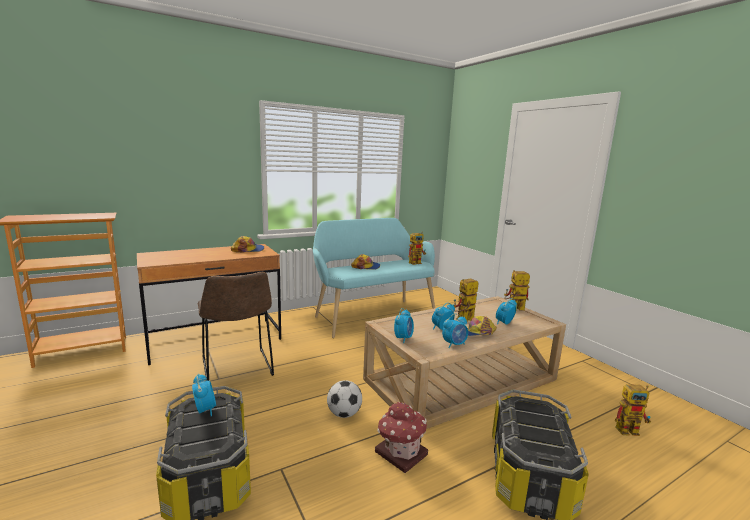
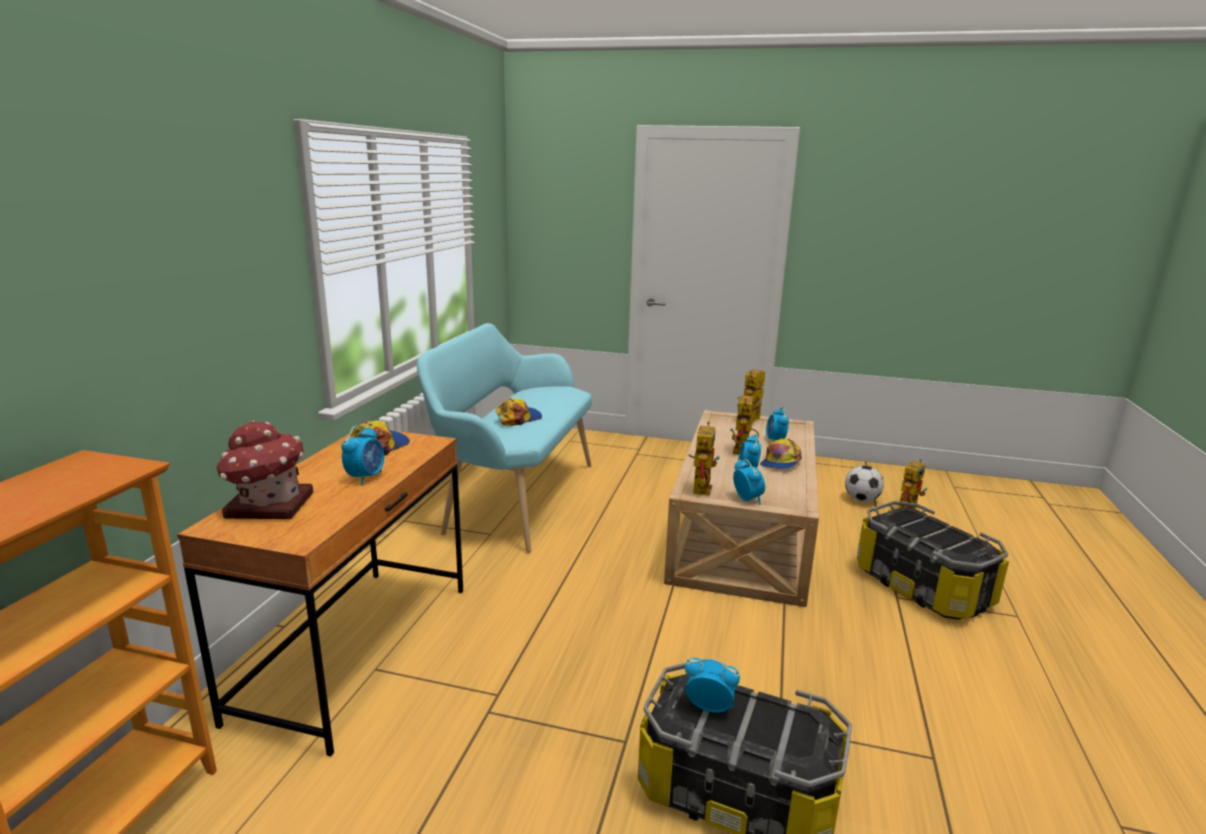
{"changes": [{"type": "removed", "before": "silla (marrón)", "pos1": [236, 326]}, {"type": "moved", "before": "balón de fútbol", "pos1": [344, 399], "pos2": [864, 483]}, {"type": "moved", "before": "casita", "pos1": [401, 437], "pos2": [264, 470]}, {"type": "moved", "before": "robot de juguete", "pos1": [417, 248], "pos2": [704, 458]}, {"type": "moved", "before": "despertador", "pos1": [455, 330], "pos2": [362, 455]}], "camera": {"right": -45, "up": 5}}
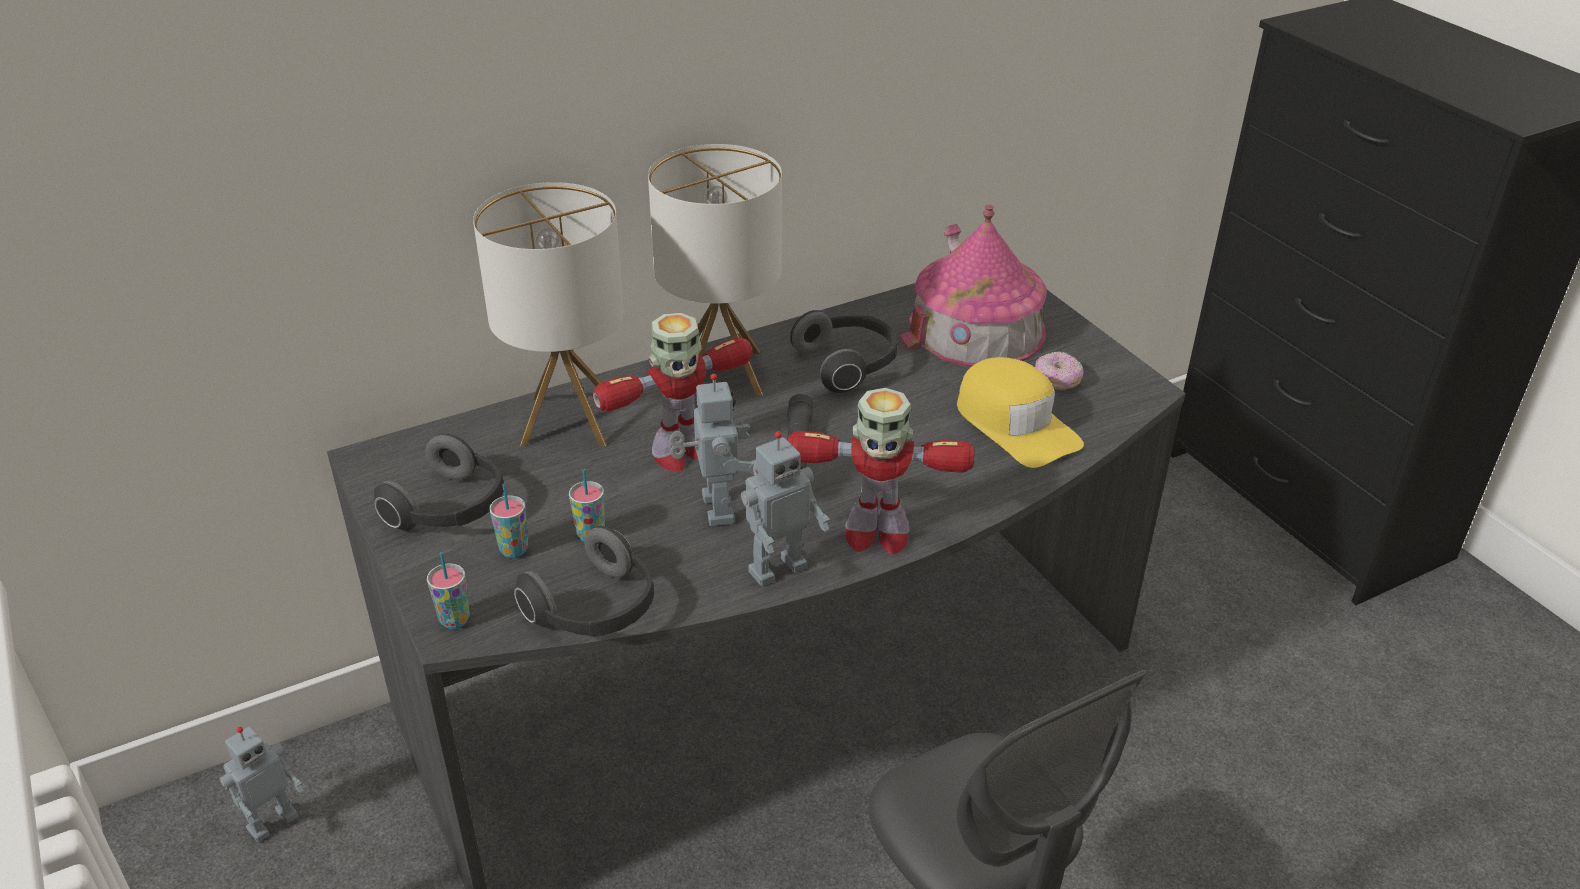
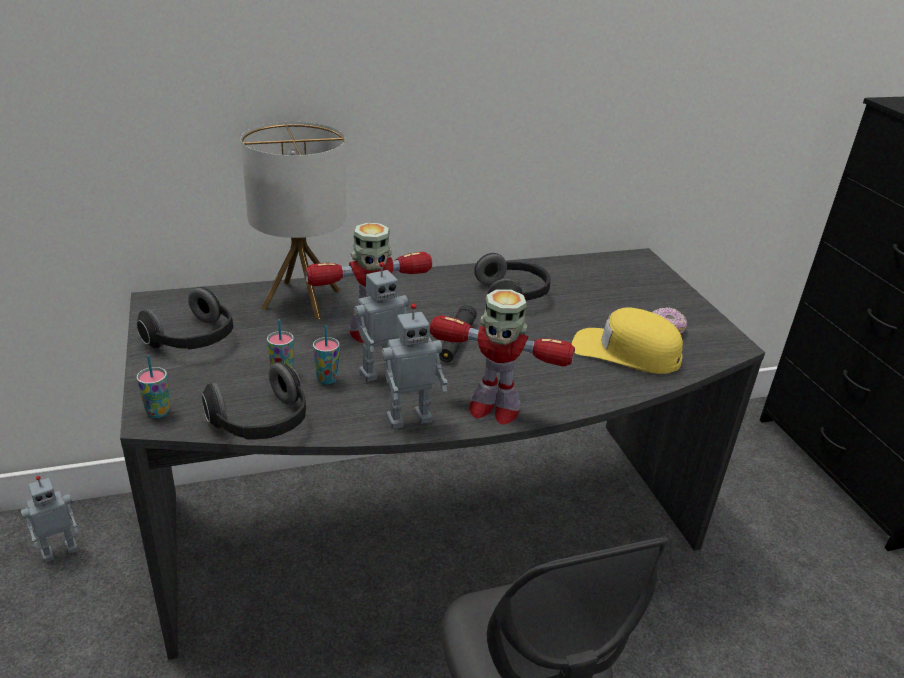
{"changes": [{"type": "removed", "before": "lámpara de mesa", "pos1": [715, 270]}, {"type": "removed", "before": "casita", "pos1": [973, 286]}, {"type": "moved", "before": "taza", "pos1": [508, 520], "pos2": [326, 355]}, {"type": "turned", "before": "robot de juguete", "pos1": [713, 449], "pos2": [381, 322], "turn": 60}, {"type": "turned", "before": "gorra (amarillo)", "pos1": [1020, 412], "pos2": [627, 340], "turn": 135}], "camera": {"right": 10, "up": -5}}
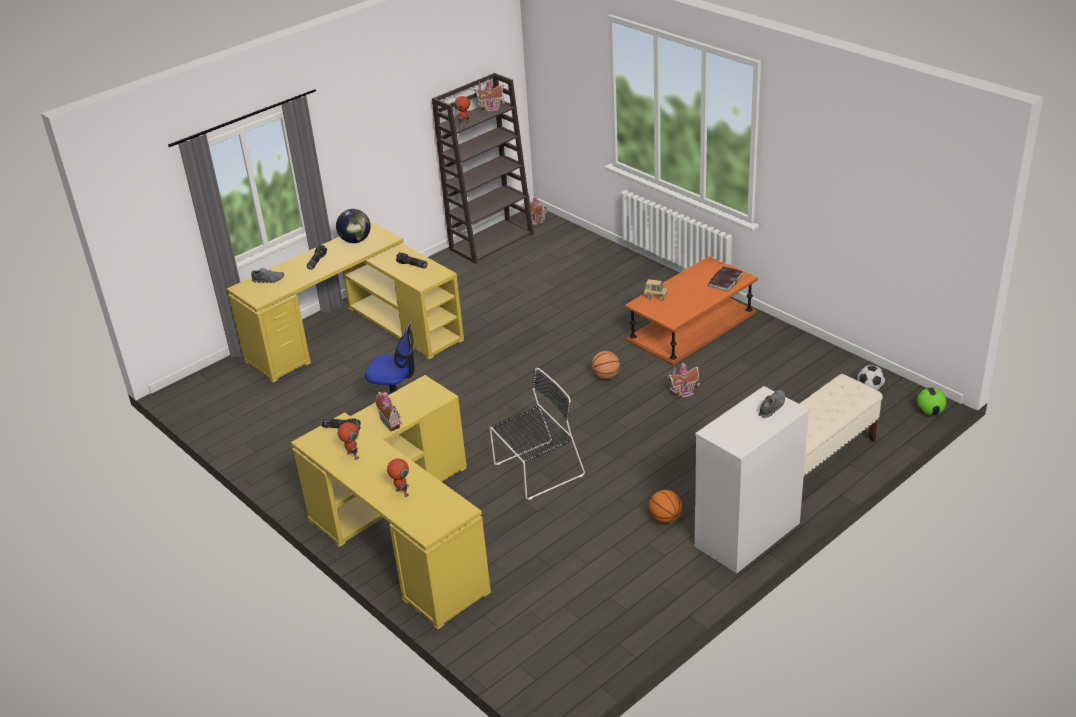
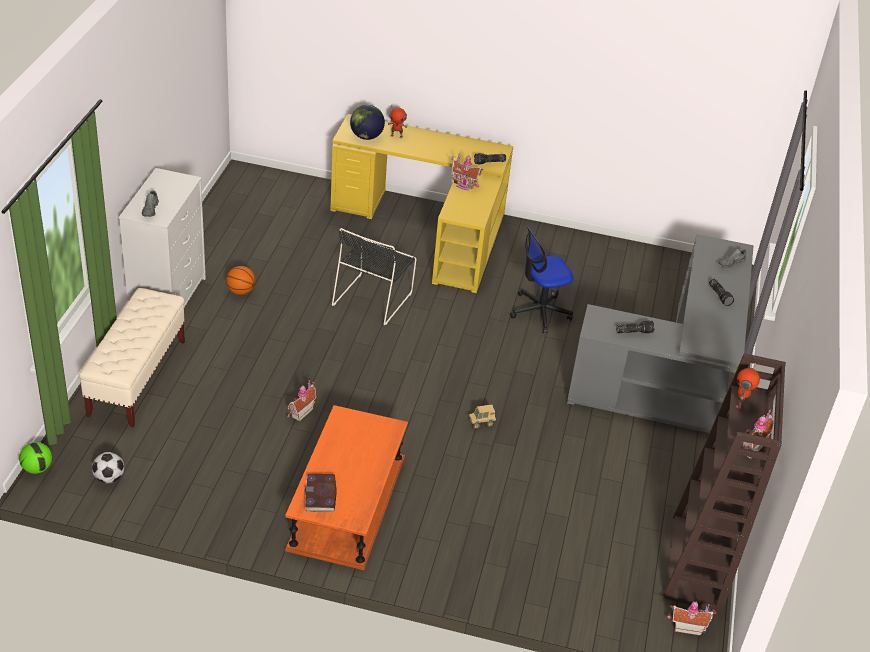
{"changes": [{"type": "removed", "before": "robot de juguete", "pos1": [348, 441]}, {"type": "removed", "before": "balón de baloncesto", "pos1": [605, 365]}, {"type": "moved", "before": "globo terráqueo", "pos1": [353, 226], "pos2": [367, 122]}, {"type": "moved", "before": "camión de juguete", "pos1": [656, 290], "pos2": [482, 416]}, {"type": "recoloured", "before": "escritorio (amarillo)", "after": "escritorio (gris)", "pos1": [345, 302], "pos2": [660, 333]}], "camera": {"right": 140, "up": 5}}
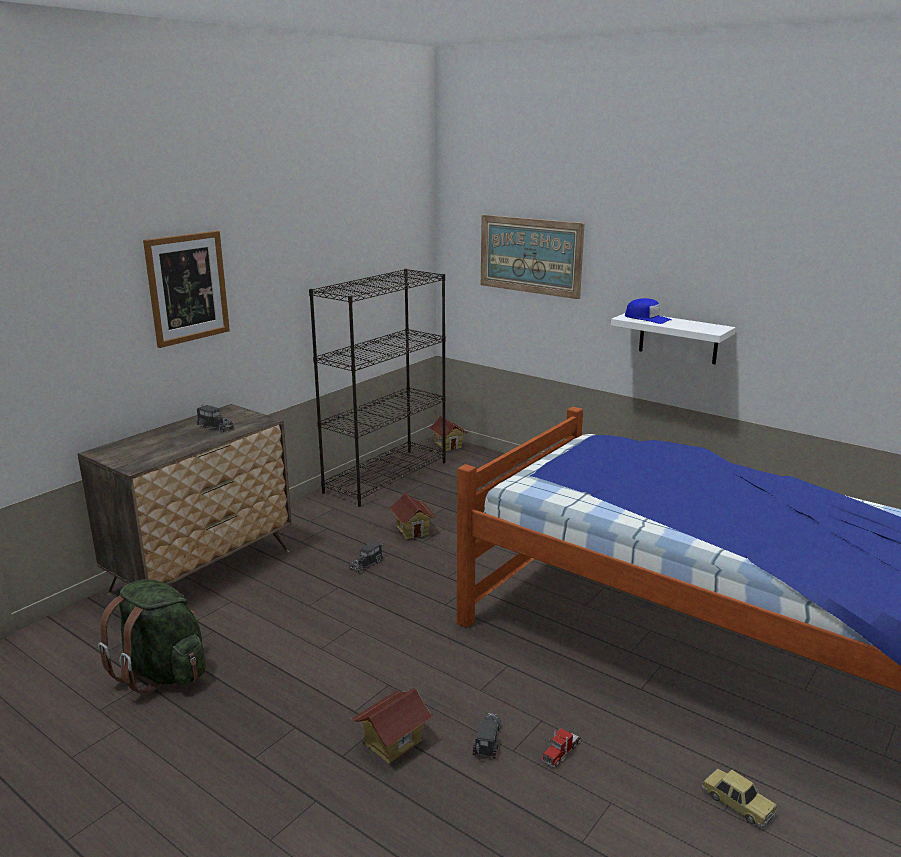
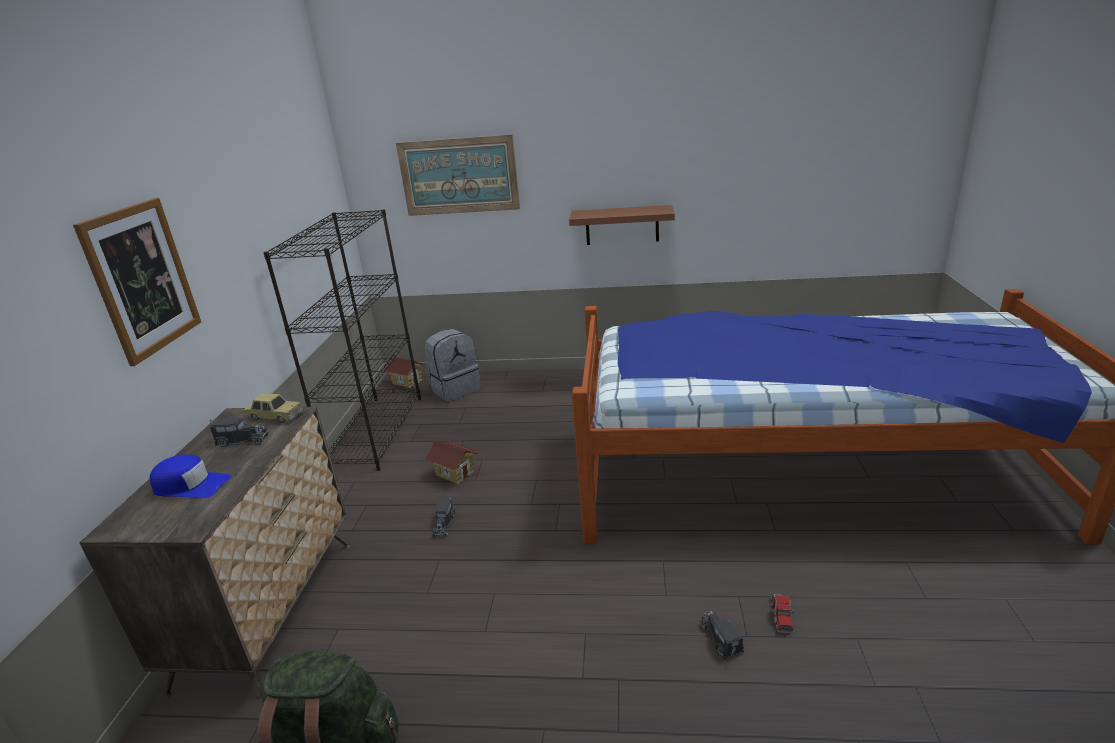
{"changes": [{"type": "removed", "before": "casita", "pos1": [393, 726]}, {"type": "added", "after": "mochila (gris)", "pos2": [453, 365]}, {"type": "moved", "before": "gorra (azul)", "pos1": [648, 311], "pos2": [190, 476]}, {"type": "moved", "before": "coche de juguete", "pos1": [739, 798], "pos2": [273, 408]}, {"type": "recoloured", "before": "estante (blanco)", "after": "estante (marrón)", "pos1": [673, 338], "pos2": [622, 225]}], "camera": {"right": -30, "up": 5}}
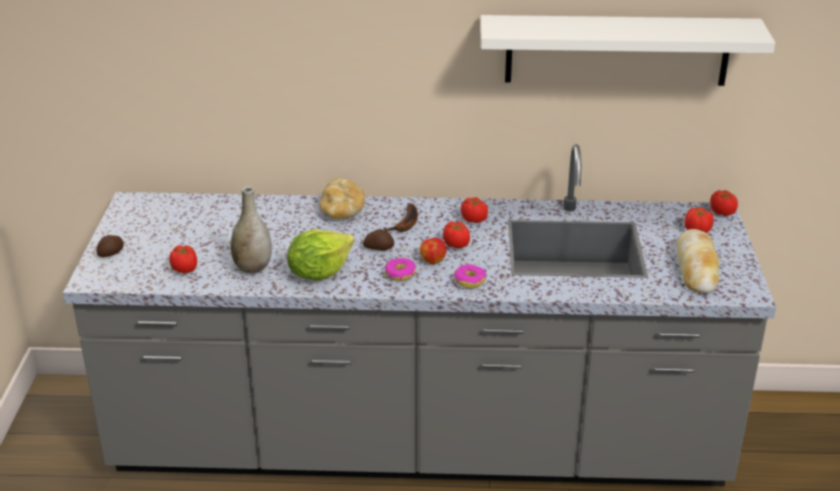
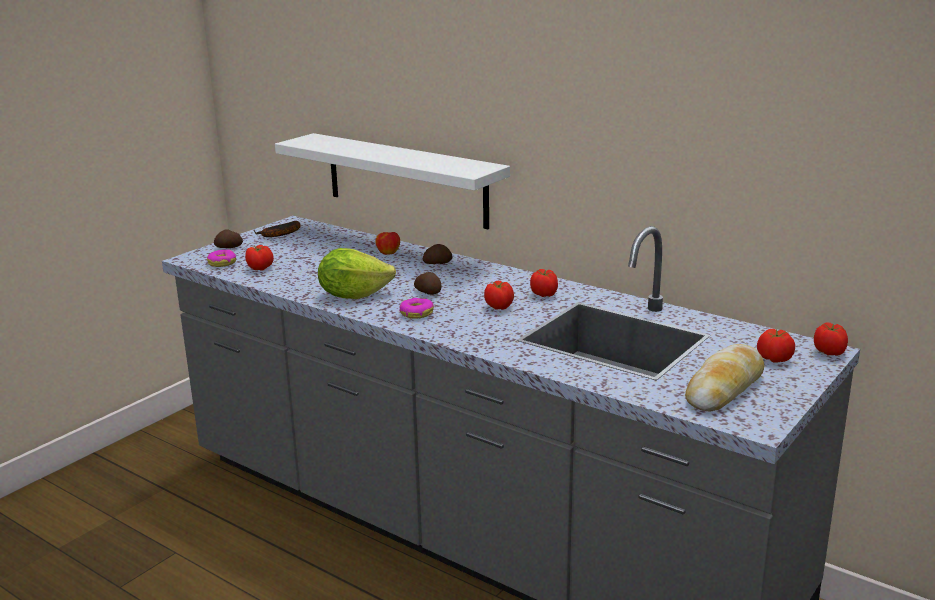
{"changes": [{"type": "removed", "before": "florero (gris)", "pos1": [251, 230]}, {"type": "moved", "before": "plátano", "pos1": [401, 217], "pos2": [277, 229]}, {"type": "moved", "before": "manzana", "pos1": [433, 251], "pos2": [387, 243]}, {"type": "moved", "before": "rosquilla", "pos1": [470, 276], "pos2": [221, 258]}, {"type": "moved", "before": "estante (blanco)", "pos1": [627, 50], "pos2": [392, 181]}, {"type": "replaced", "before": "pan", "after": "patata", "pos1": [342, 198], "pos2": [438, 254]}], "camera": {"right": 35, "up": -10}}
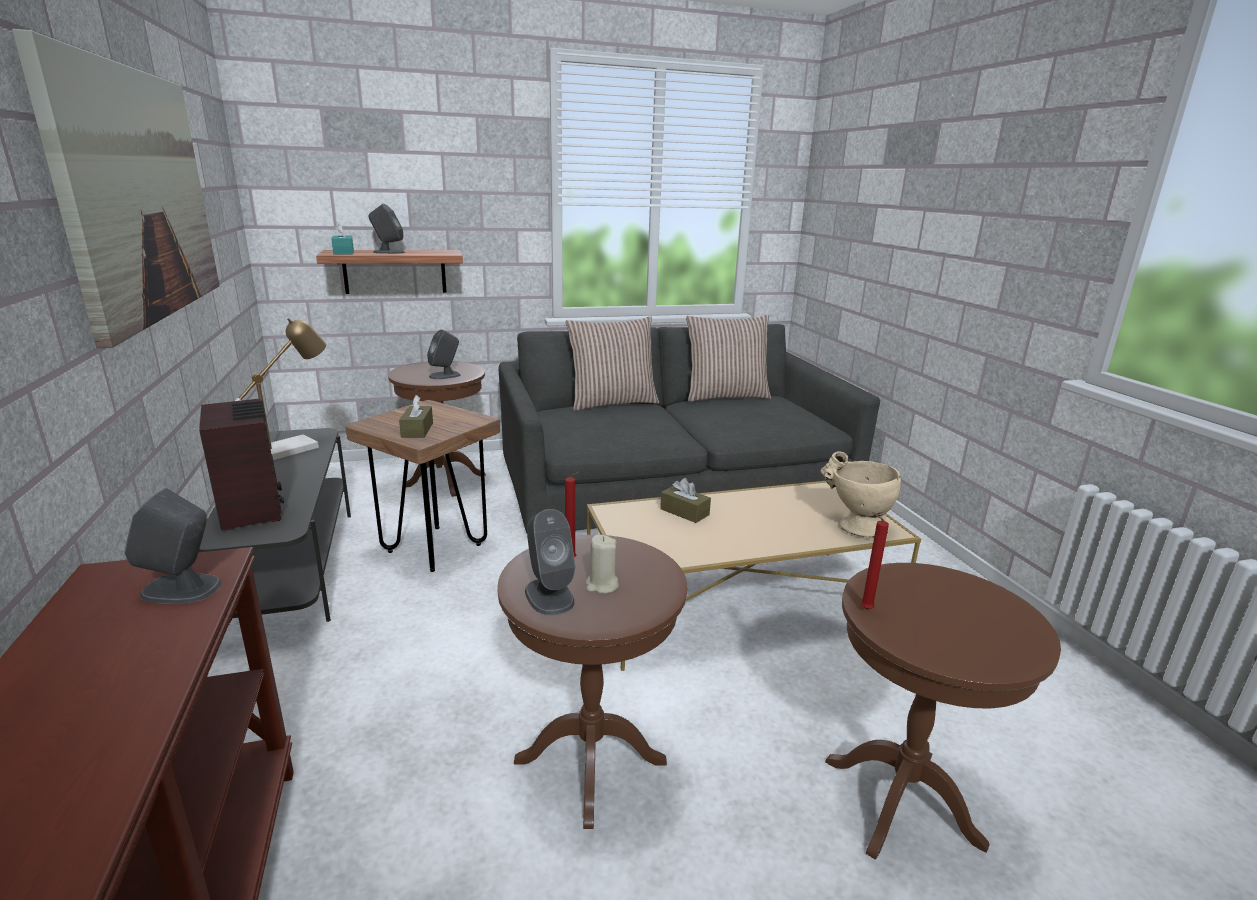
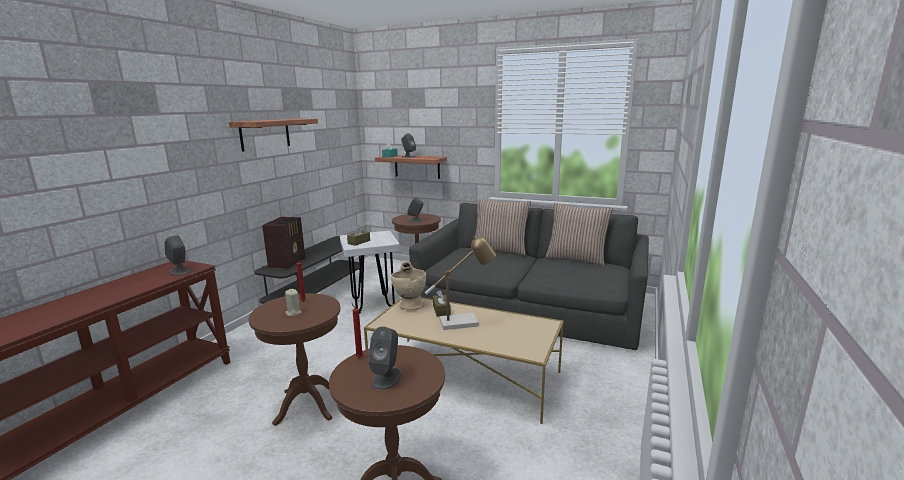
{"changes": [{"type": "moved", "before": "lámpara de mesa", "pos1": [280, 389], "pos2": [460, 283]}, {"type": "moved", "before": "altavoz (gris)", "pos1": [550, 562], "pos2": [385, 358]}, {"type": "moved", "before": "florero (beis)", "pos1": [861, 494], "pos2": [408, 286]}, {"type": "replaced", "before": "cuadro", "after": "estante", "pos1": [116, 188], "pos2": [273, 135]}, {"type": "recoloured", "before": "taburete (marrón)", "after": "taburete (blanco)", "pos1": [422, 486], "pos2": [370, 272]}], "camera": {"right": 40, "up": -5}}
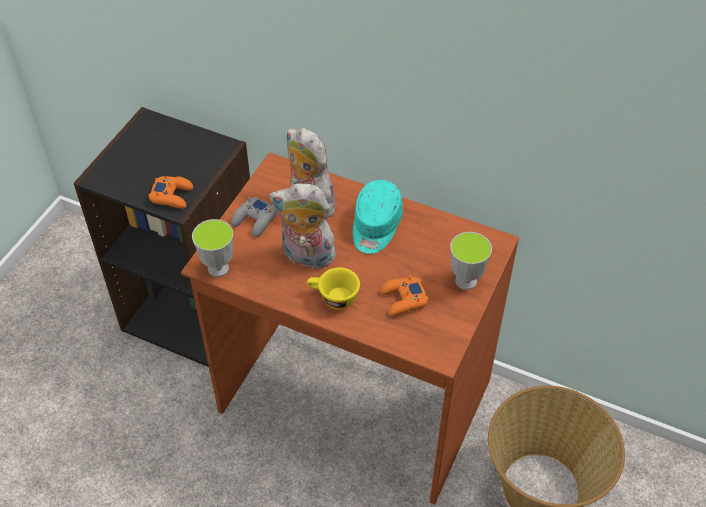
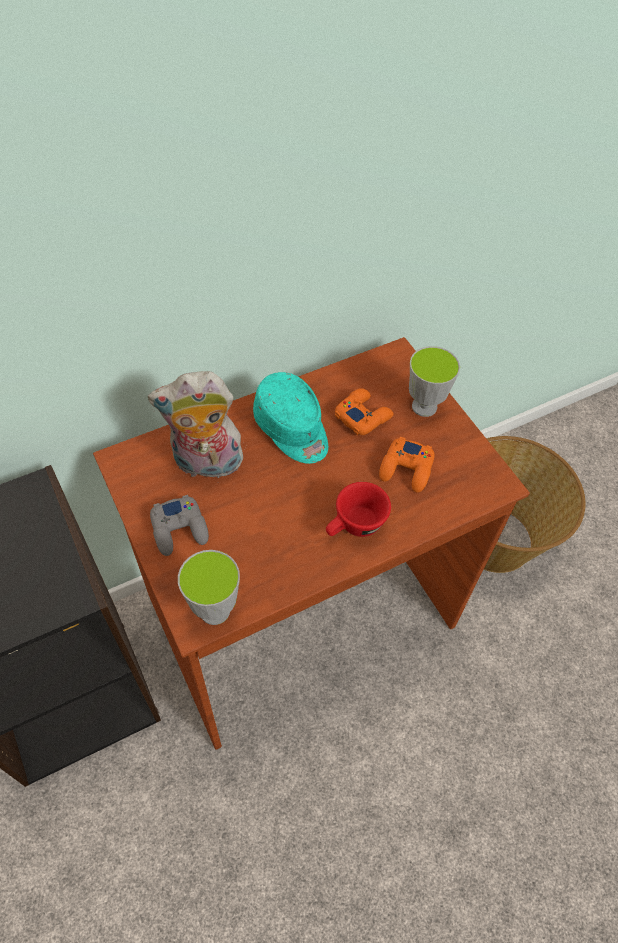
{"changes": [{"type": "removed", "before": "peluche", "pos1": [302, 226]}, {"type": "moved", "before": "mando de consola (naranja)", "pos1": [171, 192], "pos2": [364, 411]}, {"type": "recoloured", "before": "taza (amarillo)", "after": "taza (rojo)", "pos1": [333, 288], "pos2": [358, 509]}], "camera": {"right": -55, "up": 5}}
